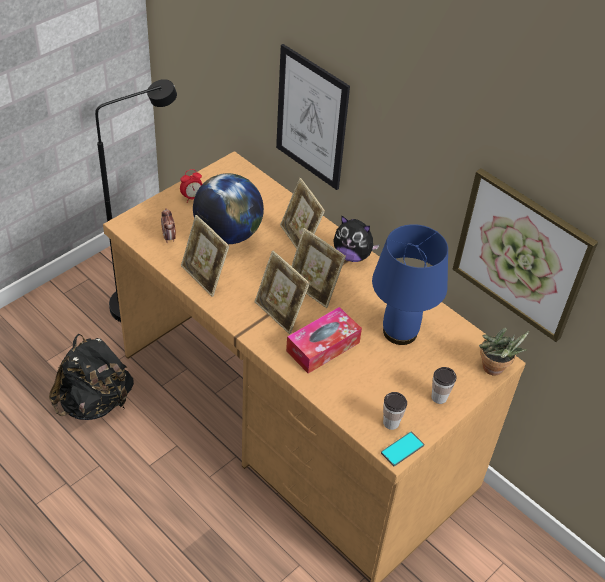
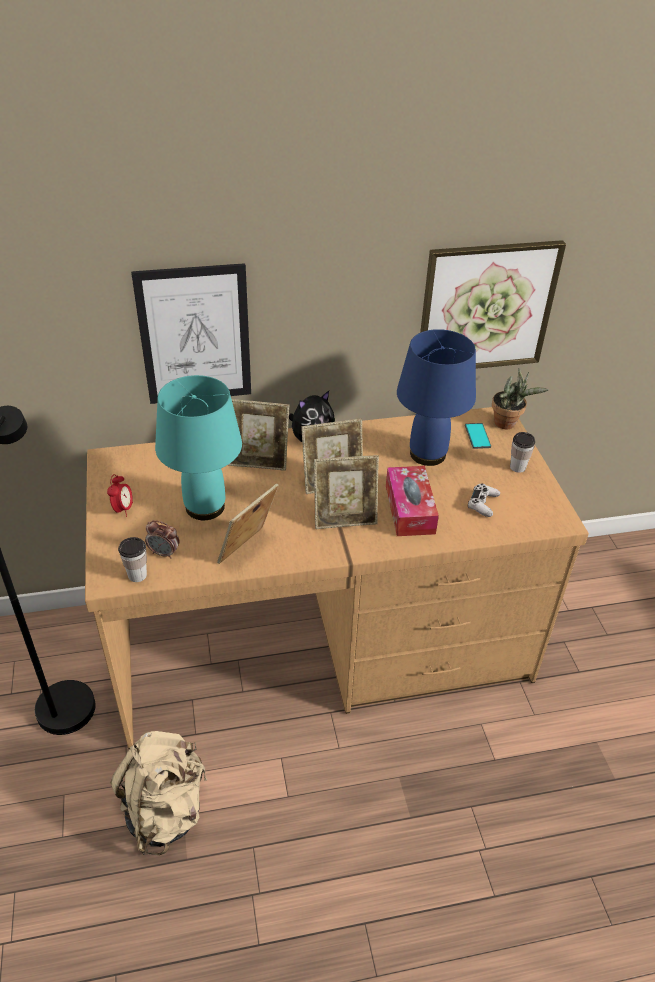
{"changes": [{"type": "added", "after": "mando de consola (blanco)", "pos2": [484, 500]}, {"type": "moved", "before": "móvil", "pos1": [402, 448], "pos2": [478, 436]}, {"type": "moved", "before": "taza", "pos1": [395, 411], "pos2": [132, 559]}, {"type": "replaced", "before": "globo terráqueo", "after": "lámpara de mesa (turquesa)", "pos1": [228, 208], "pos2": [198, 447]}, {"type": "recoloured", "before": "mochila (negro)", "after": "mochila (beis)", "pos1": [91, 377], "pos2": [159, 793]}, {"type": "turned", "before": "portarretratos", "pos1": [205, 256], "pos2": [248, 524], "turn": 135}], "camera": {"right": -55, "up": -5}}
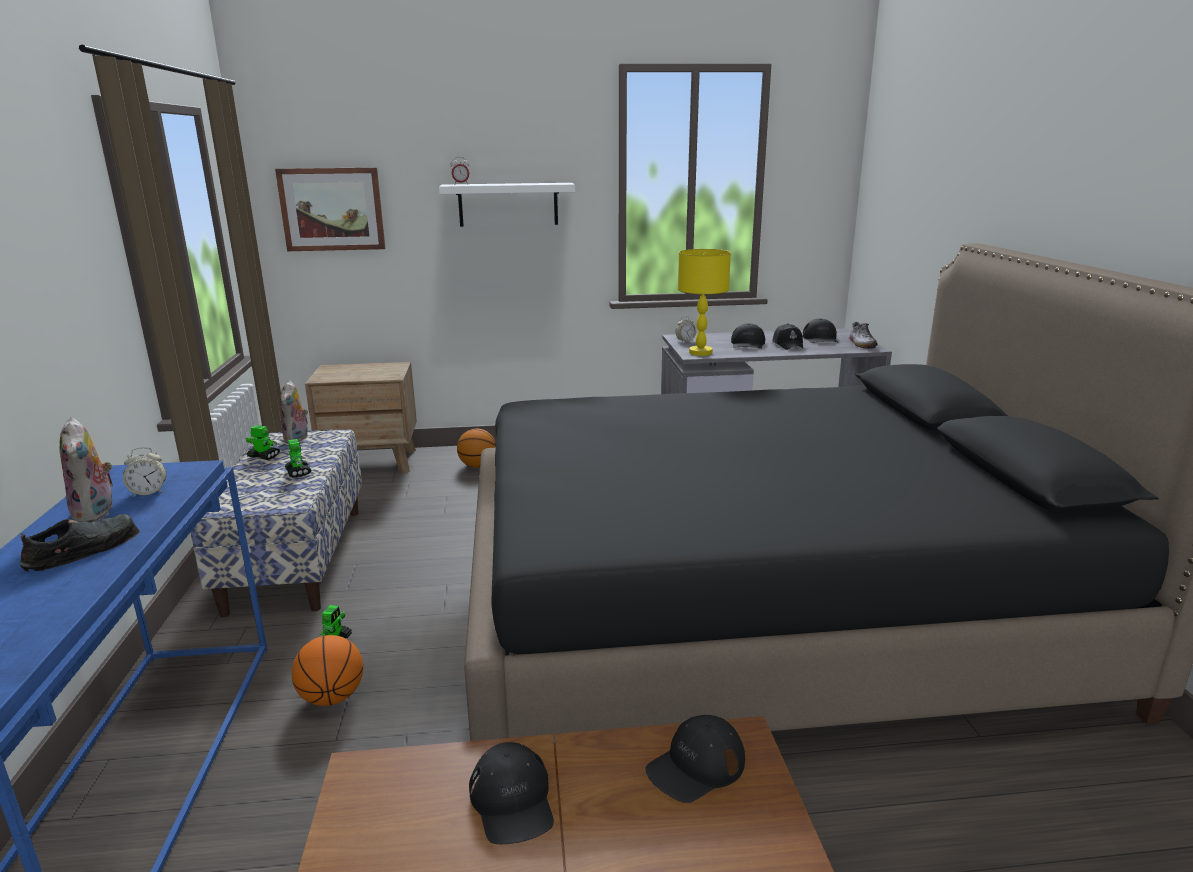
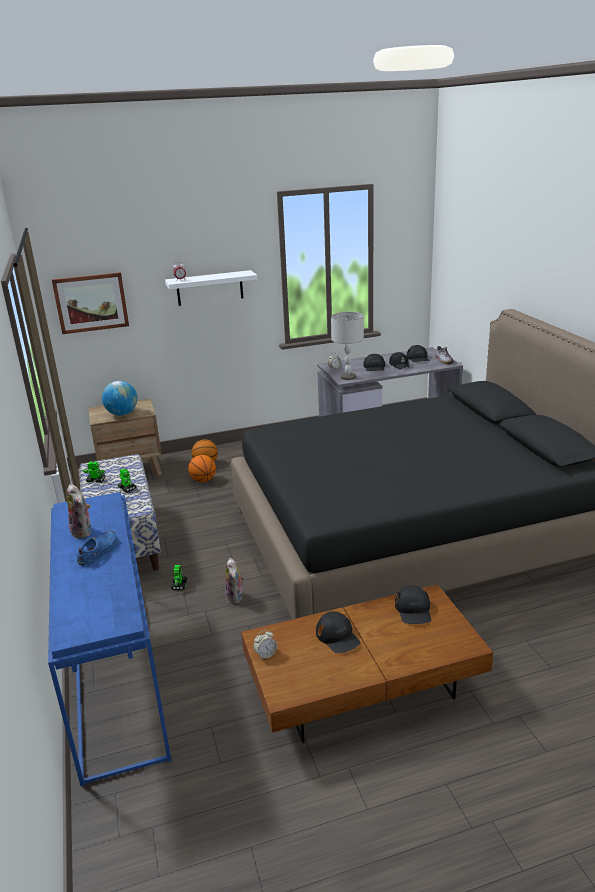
{"changes": [{"type": "added", "after": "globo terráqueo", "pos2": [120, 398]}, {"type": "moved", "before": "despertador", "pos1": [144, 472], "pos2": [265, 645]}, {"type": "moved", "before": "peluche", "pos1": [294, 412], "pos2": [234, 581]}, {"type": "moved", "before": "balón de baloncesto", "pos1": [327, 670], "pos2": [202, 468]}, {"type": "recoloured", "before": "zapato (negro)", "after": "zapato (azul)", "pos1": [79, 542], "pos2": [98, 548]}, {"type": "recoloured", "before": "lámpara de mesa (amarillo)", "after": "lámpara de mesa (gris)", "pos1": [704, 302], "pos2": [347, 346]}, {"type": "turned", "before": "gorra (negro)", "pos1": [695, 758], "pos2": [413, 604], "turn": -45}], "camera": {"right": -10, "up": 5}}
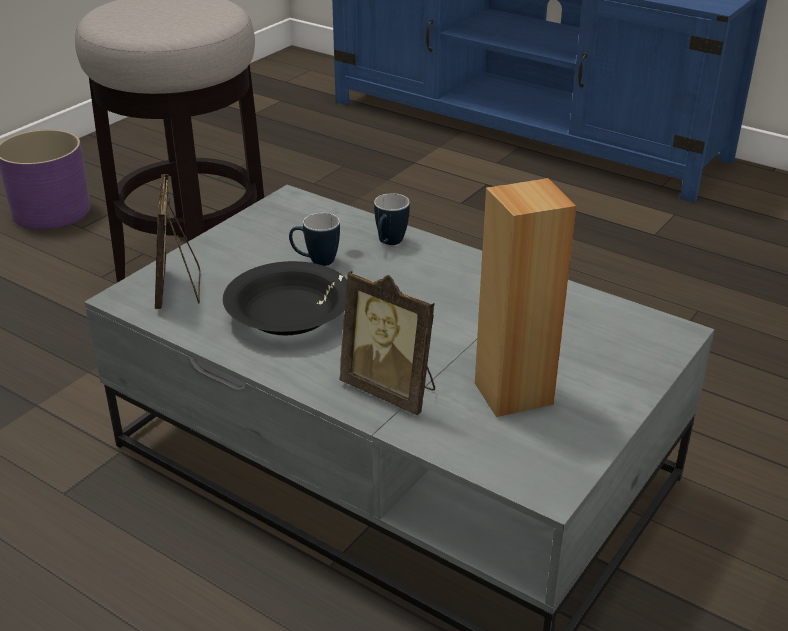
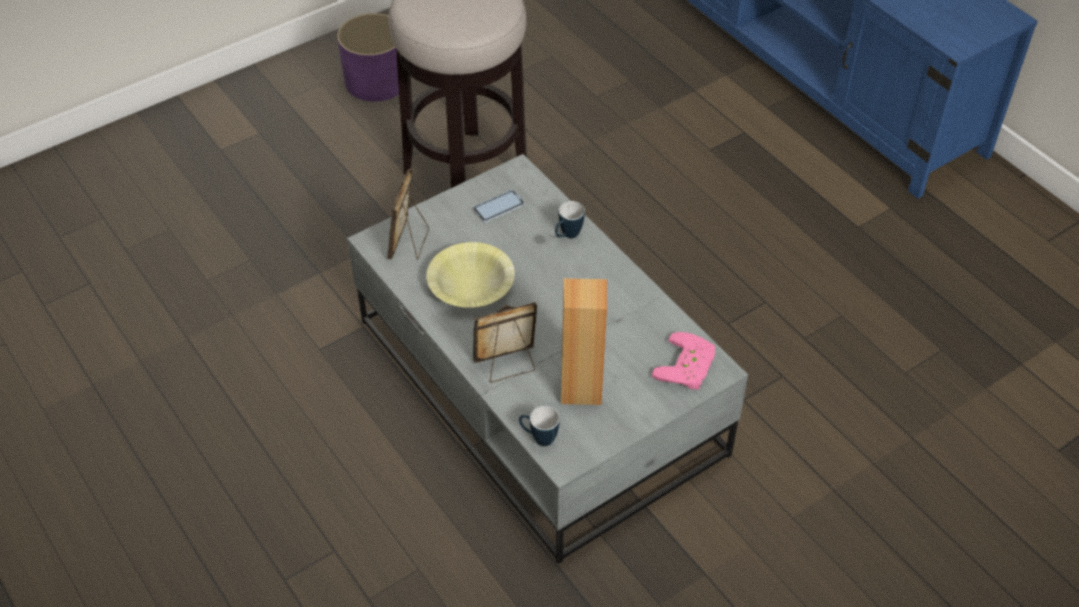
{"changes": [{"type": "added", "after": "móvil", "pos2": [498, 206]}, {"type": "added", "after": "mando de consola (rosa)", "pos2": [683, 361]}, {"type": "moved", "before": "taza grande", "pos1": [314, 239], "pos2": [539, 426]}, {"type": "recoloured", "before": "cuenco (negro)", "after": "cuenco (amarillo)", "pos1": [285, 298], "pos2": [470, 275]}, {"type": "turned", "before": "portarretratos", "pos1": [387, 343], "pos2": [505, 342], "turn": 105}], "camera": {"right": 20, "up": 15}}
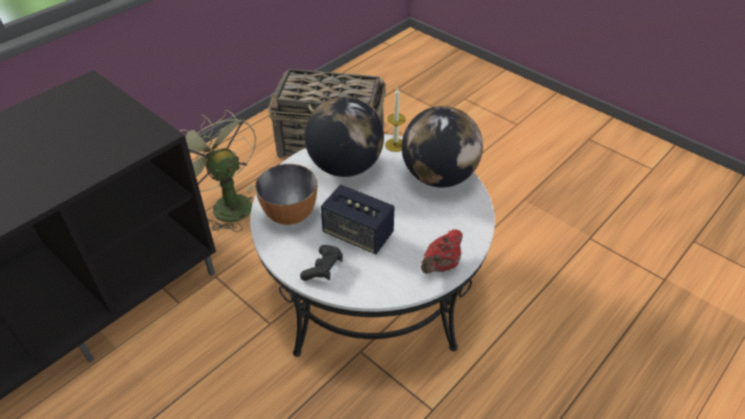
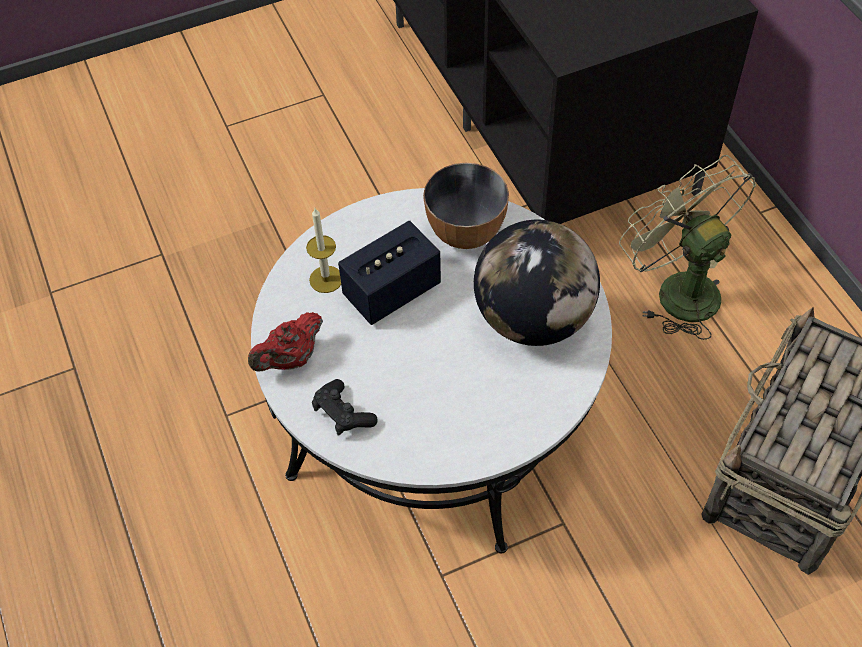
{"changes": [{"type": "removed", "before": "globo terráqueo", "pos1": [442, 146]}, {"type": "moved", "before": "mando de consola (negro)", "pos1": [321, 263], "pos2": [345, 407]}, {"type": "moved", "before": "vela", "pos1": [395, 119], "pos2": [323, 250]}, {"type": "turned", "before": "ventilador (verde)", "pos1": [218, 171], "pos2": [687, 247], "turn": -105}, {"type": "turned", "before": "tetera (rojo)", "pos1": [442, 251], "pos2": [285, 341], "turn": -105}], "camera": {"right": 115, "up": 10}}
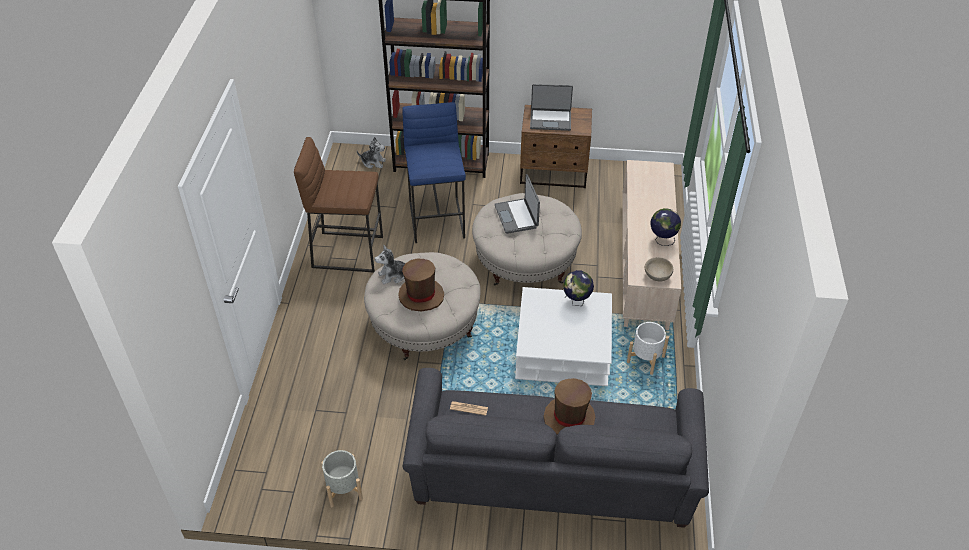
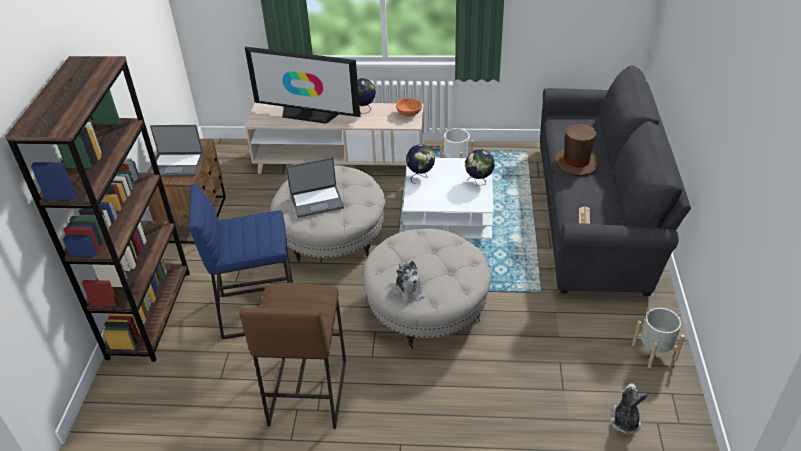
{"changes": [{"type": "removed", "before": "sombrero (marrón)", "pos1": [421, 285]}, {"type": "added", "after": "televisor", "pos2": [302, 85]}, {"type": "added", "after": "globo terráqueo", "pos2": [480, 167]}, {"type": "moved", "before": "peluche", "pos1": [371, 153], "pos2": [629, 409]}, {"type": "recoloured", "before": "cuenco (beis)", "after": "cuenco (naranja)", "pos1": [659, 269], "pos2": [409, 107]}, {"type": "turned", "before": "portátil", "pos1": [551, 107], "pos2": [176, 150], "turn": 90}], "camera": {"right": -90, "up": -5}}
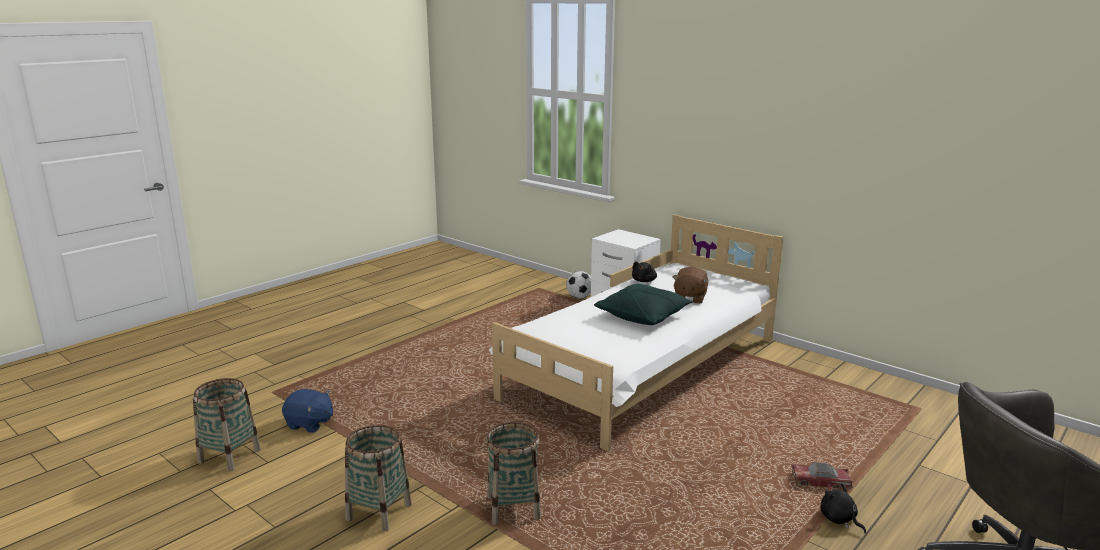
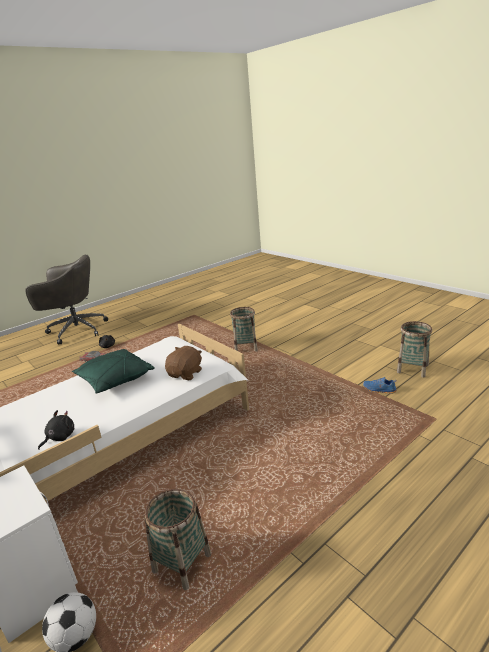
{"changes": [{"type": "moved", "before": "cesta", "pos1": [378, 478], "pos2": [177, 539]}, {"type": "moved", "before": "peluche (marrón)", "pos1": [690, 285], "pos2": [183, 363]}, {"type": "replaced", "before": "peluche (azul)", "after": "zapato (azul)", "pos1": [307, 411], "pos2": [380, 385]}], "camera": {"right": -170, "up": 5}}
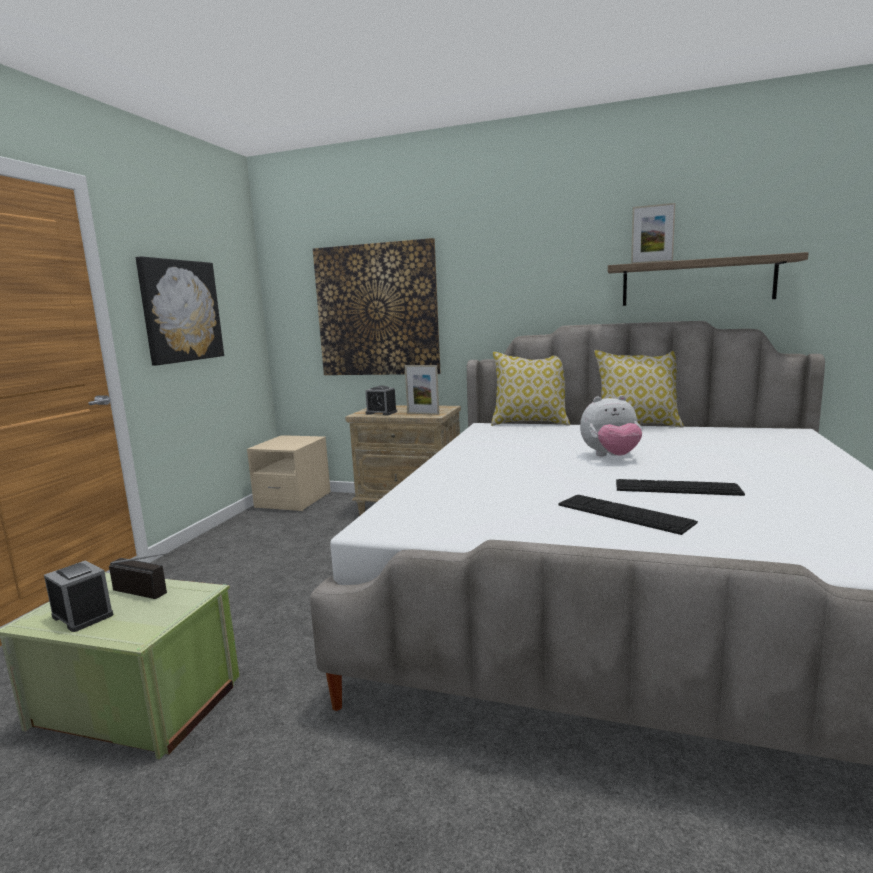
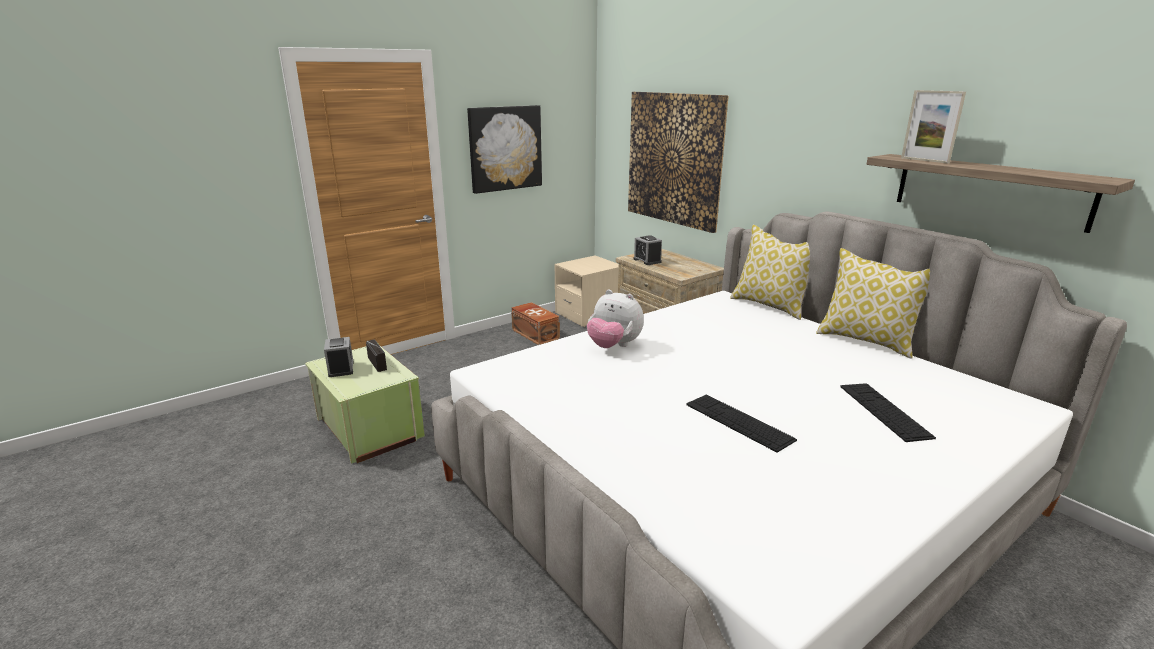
{"changes": [{"type": "removed", "before": "portarretratos", "pos1": [422, 390]}, {"type": "added", "after": "caja de almacenaje (marrón)", "pos2": [535, 323]}, {"type": "moved", "before": "teclado", "pos1": [628, 515], "pos2": [888, 412]}, {"type": "moved", "before": "peluche", "pos1": [611, 425], "pos2": [615, 319]}], "camera": {"right": 35, "up": 10}}
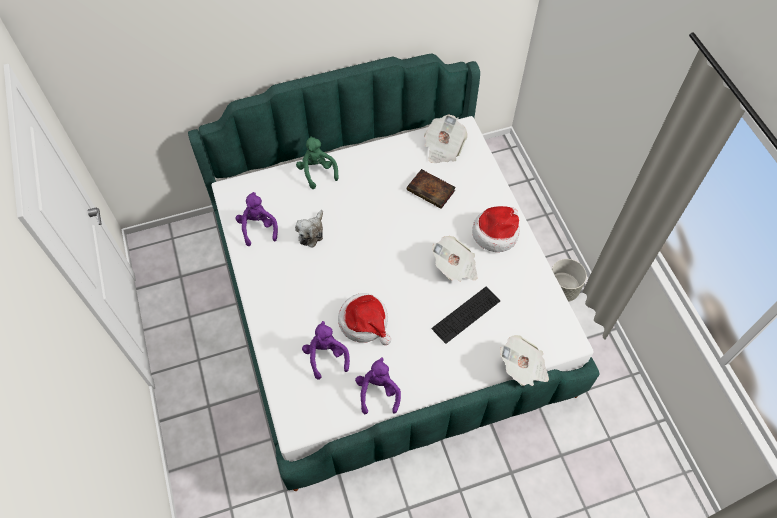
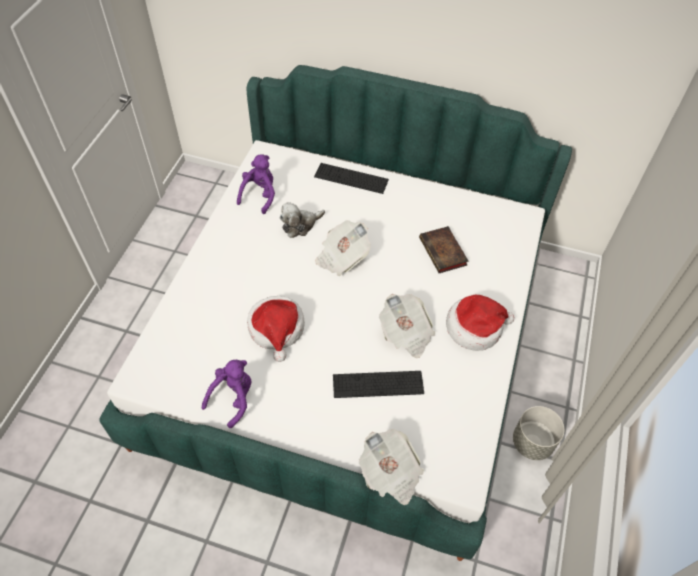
{"changes": [{"type": "removed", "before": "peluche (morado)", "pos1": [326, 350]}, {"type": "moved", "before": "periódico", "pos1": [445, 139], "pos2": [343, 248]}, {"type": "replaced", "before": "peluche (verde)", "after": "teclado", "pos1": [317, 162], "pos2": [351, 178]}], "camera": {"right": 35, "up": -5}}
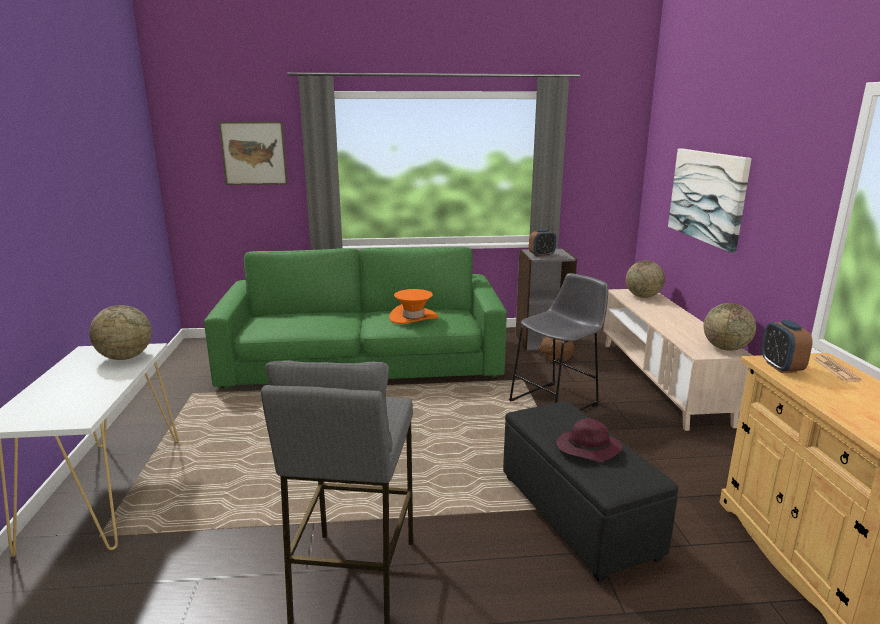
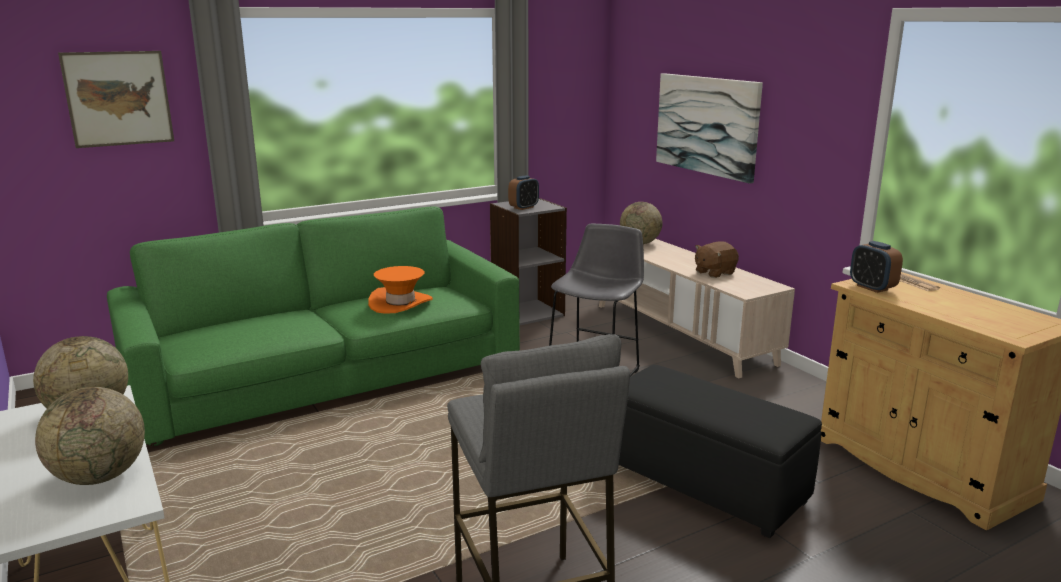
{"changes": [{"type": "removed", "before": "sombrero (morado)", "pos1": [589, 440]}, {"type": "moved", "before": "peluche (marrón)", "pos1": [556, 349], "pos2": [717, 260]}, {"type": "moved", "before": "globo terráqueo", "pos1": [730, 327], "pos2": [90, 436]}], "camera": {"right": -25, "up": 0}}
